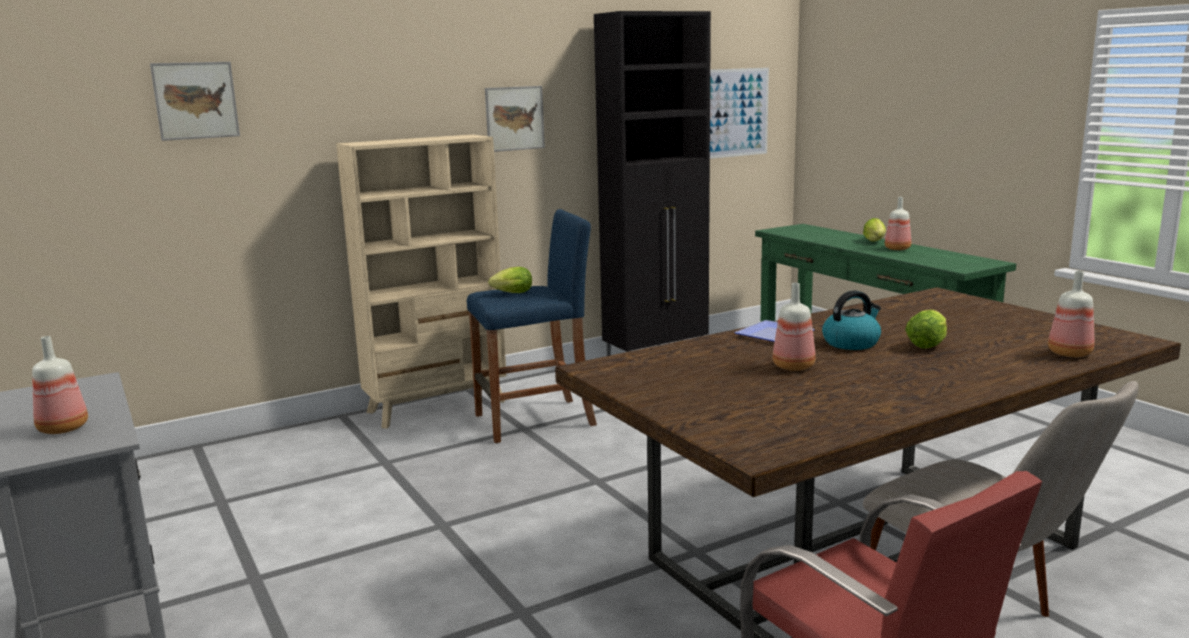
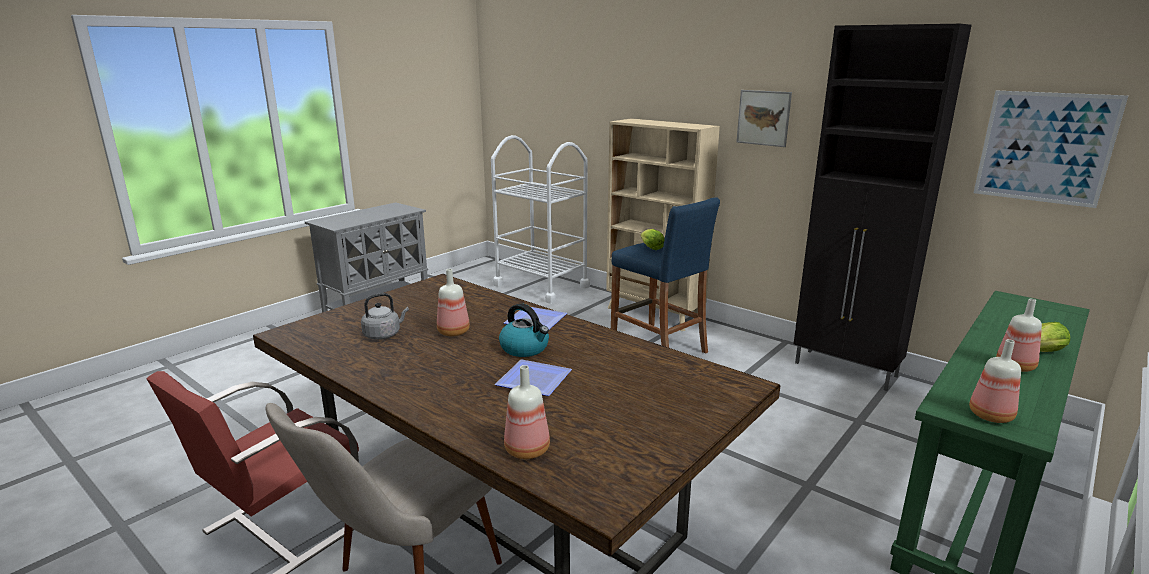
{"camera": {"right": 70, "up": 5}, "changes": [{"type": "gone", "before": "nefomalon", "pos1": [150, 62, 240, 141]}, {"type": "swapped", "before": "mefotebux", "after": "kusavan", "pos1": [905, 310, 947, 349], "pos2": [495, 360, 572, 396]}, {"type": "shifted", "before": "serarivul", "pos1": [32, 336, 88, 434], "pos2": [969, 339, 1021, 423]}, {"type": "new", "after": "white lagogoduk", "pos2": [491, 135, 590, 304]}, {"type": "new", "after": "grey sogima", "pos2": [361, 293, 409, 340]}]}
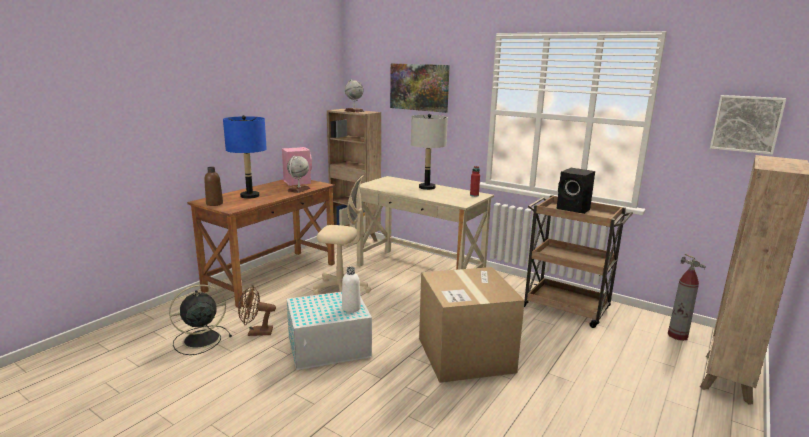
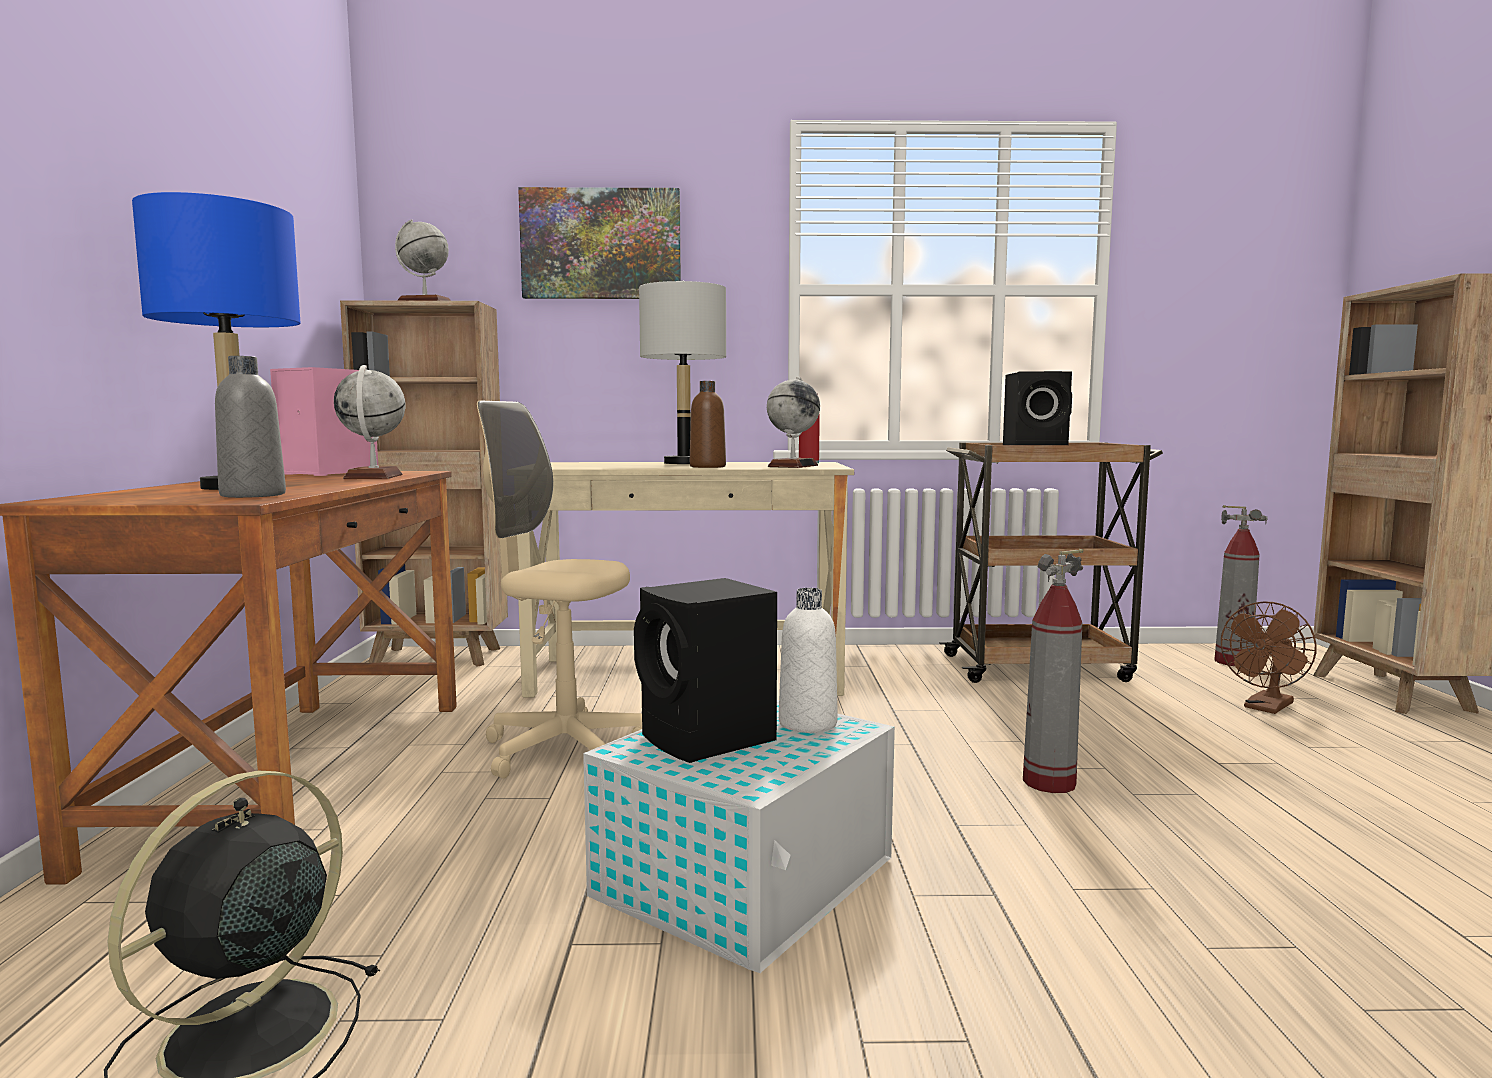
{"camera": {"right": -35, "up": -10}, "changes": [{"type": "gone", "before": "nefomalon", "pos1": [710, 95, 786, 155]}, {"type": "shifted", "before": "brown serarivul", "pos1": [204, 167, 223, 206], "pos2": [690, 381, 726, 468]}, {"type": "rotated", "before": "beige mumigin", "pos1": [313, 175, 371, 295], "pos2": [477, 401, 642, 779], "turn": -135}, {"type": "swapped", "before": "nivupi", "after": "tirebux", "pos1": [419, 267, 525, 383], "pos2": [1023, 549, 1083, 793]}, {"type": "shifted", "before": "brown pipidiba", "pos1": [238, 285, 276, 336], "pos2": [1221, 601, 1317, 714]}, {"type": "new", "after": "grey serarivul", "pos2": [215, 356, 286, 498]}, {"type": "new", "after": "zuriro", "pos2": [767, 377, 820, 468]}, {"type": "new", "after": "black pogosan", "pos2": [634, 578, 777, 763]}]}
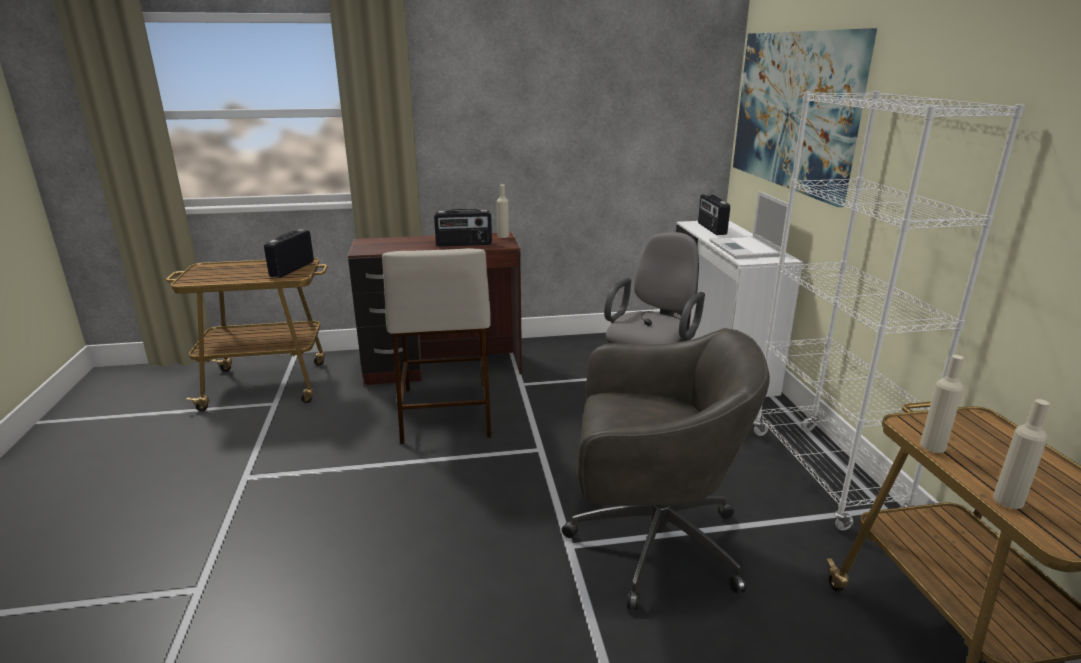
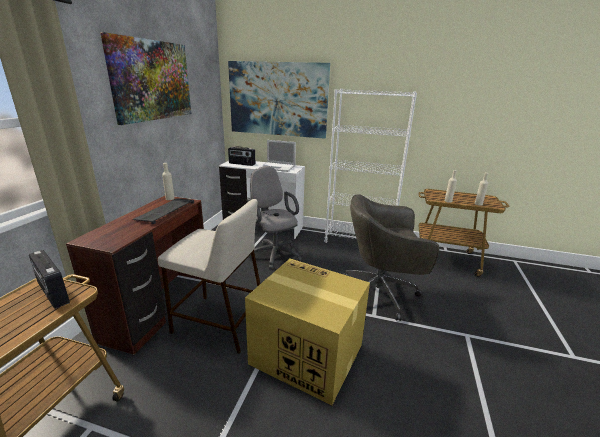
{"camera": {"right": -65, "up": 0}, "changes": [{"type": "swapped", "before": "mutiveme", "after": "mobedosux", "pos1": [434, 209, 492, 247], "pos2": [133, 199, 194, 224]}, {"type": "rotated", "before": "grey mumigin", "pos1": [561, 328, 770, 610], "pos2": [342, 194, 439, 321], "turn": -120}, {"type": "new", "after": "nefomalon", "pos2": [100, 32, 191, 125]}, {"type": "new", "after": "nivupi", "pos2": [245, 259, 370, 405]}]}
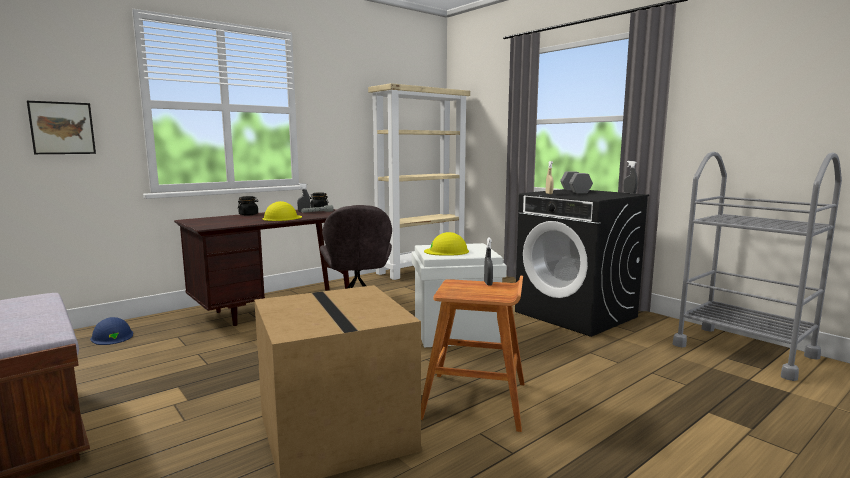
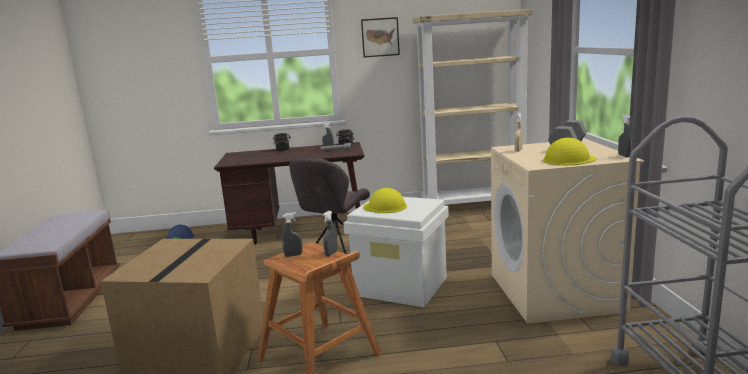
{"camera": {"right": 35, "up": 5}, "changes": [{"type": "shifted", "before": "nefomalon", "pos1": [27, 101, 96, 154], "pos2": [361, 17, 400, 57]}, {"type": "repainted", "before": "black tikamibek", "after": "beige tikamibek", "pos1": [515, 189, 649, 337], "pos2": [491, 139, 644, 324]}, {"type": "shifted", "before": "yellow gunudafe", "pos1": [263, 201, 302, 221], "pos2": [543, 137, 596, 165]}, {"type": "new", "after": "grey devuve", "pos2": [282, 212, 303, 257]}]}
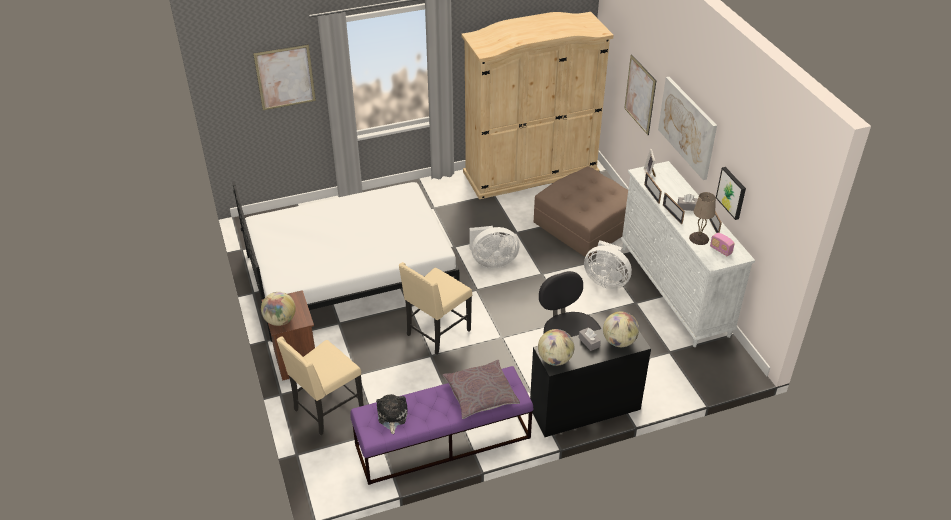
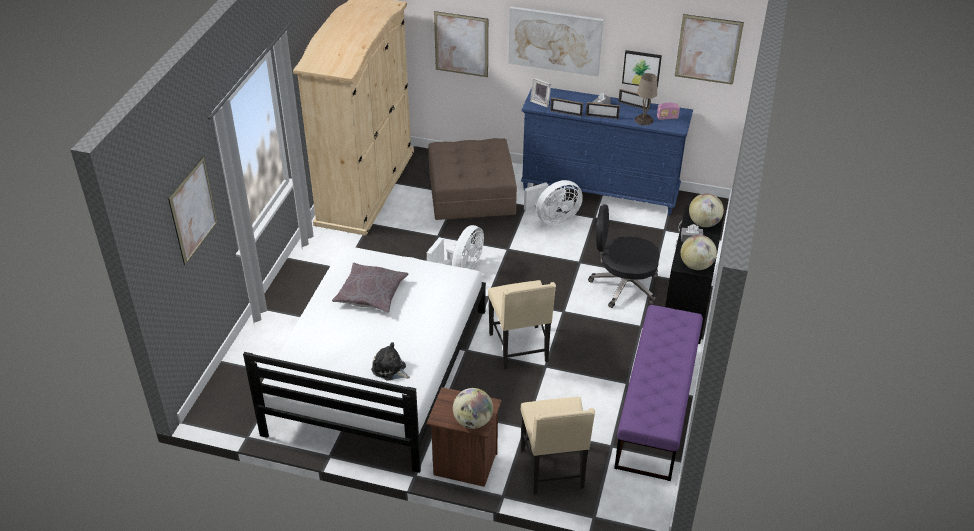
{"camera": {"right": -55, "up": 0}, "changes": [{"type": "repainted", "before": "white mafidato", "after": "blue mafidato", "pos1": [620, 161, 755, 347], "pos2": [521, 88, 693, 216]}, {"type": "shifted", "before": "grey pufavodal", "pos1": [443, 360, 520, 419], "pos2": [332, 263, 408, 313]}, {"type": "shifted", "before": "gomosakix", "pos1": [376, 394, 408, 434], "pos2": [371, 342, 410, 381]}, {"type": "new", "after": "nefomalon", "pos2": [675, 14, 744, 85]}]}
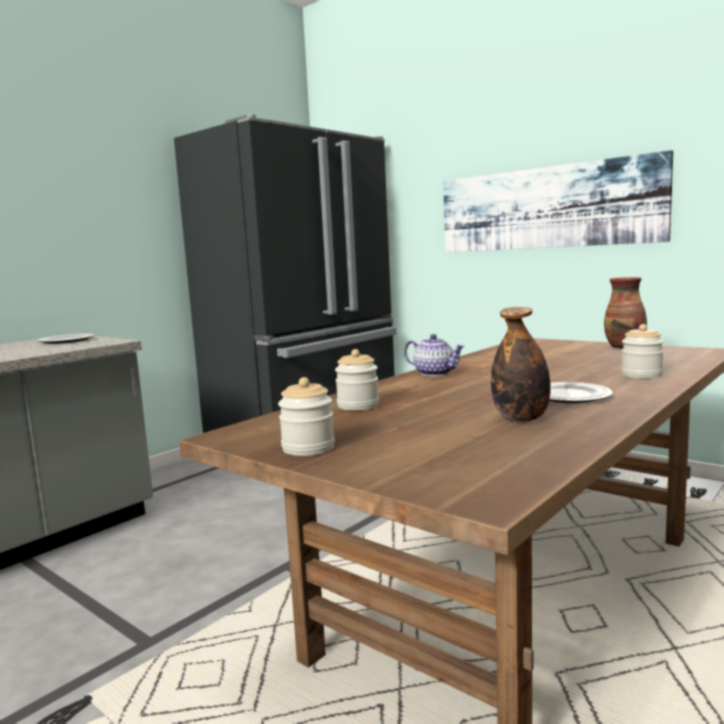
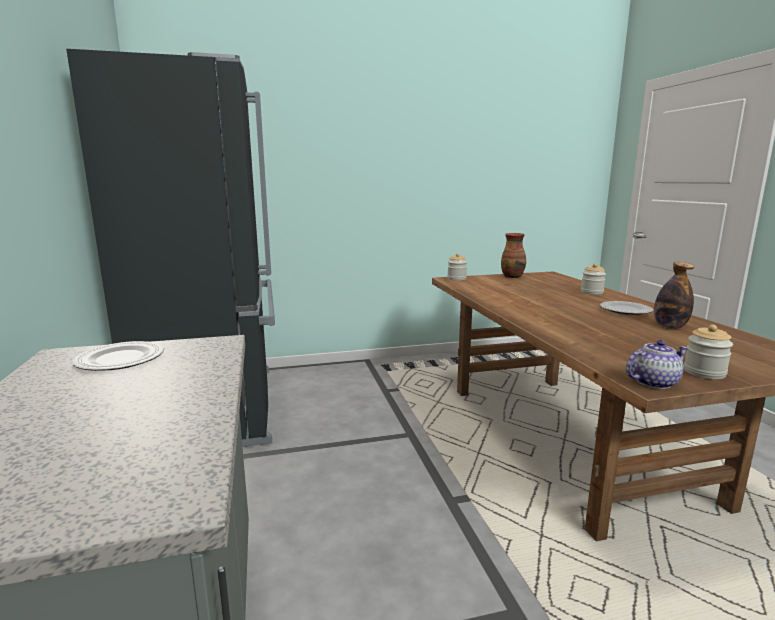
{"camera": {"right": -55, "up": 5}, "changes": [{"type": "gone", "before": "nefomalon", "pos1": [443, 150, 673, 252]}, {"type": "shifted", "before": "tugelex", "pos1": [404, 334, 465, 376], "pos2": [626, 340, 689, 389]}, {"type": "shifted", "before": "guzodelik", "pos1": [335, 349, 379, 411], "pos2": [447, 253, 467, 281]}]}
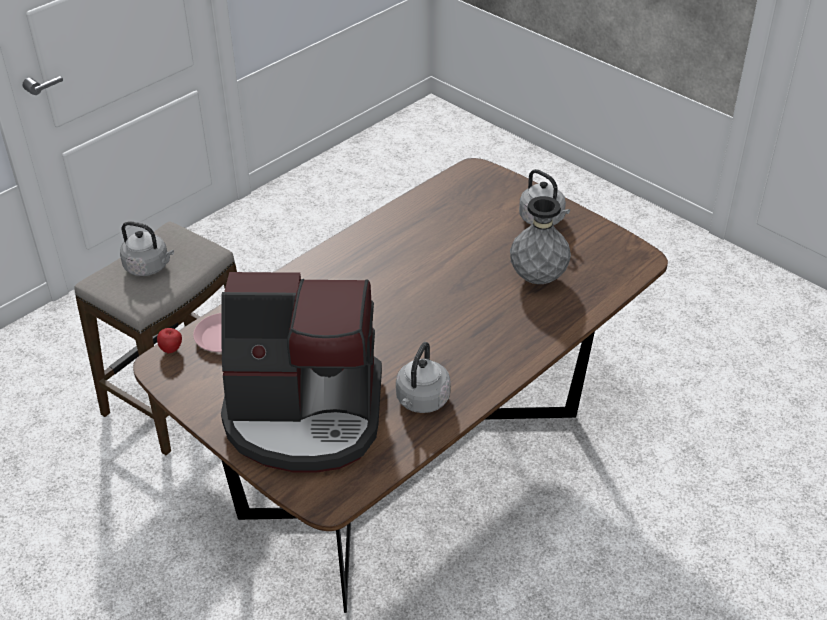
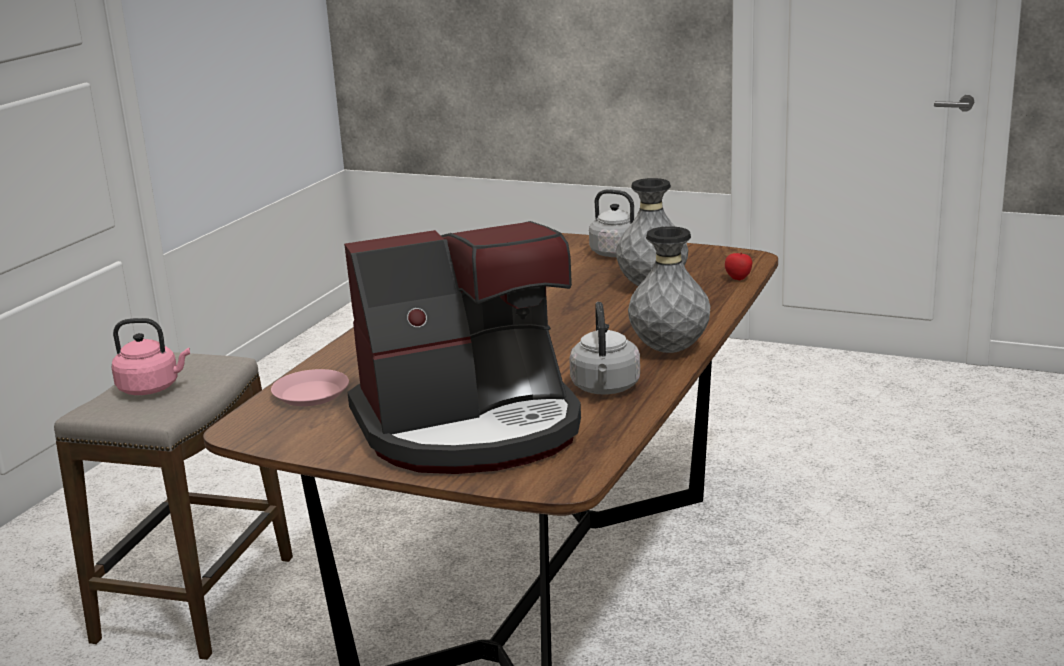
{"camera": {"right": -20, "up": -20}, "changes": [{"type": "repainted", "before": "grey sogima", "after": "pink sogima", "pos1": [120, 221, 174, 276], "pos2": [111, 318, 190, 395]}, {"type": "shifted", "before": "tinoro", "pos1": [157, 328, 182, 353], "pos2": [725, 252, 752, 280]}, {"type": "new", "after": "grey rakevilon", "pos2": [628, 226, 710, 353]}]}
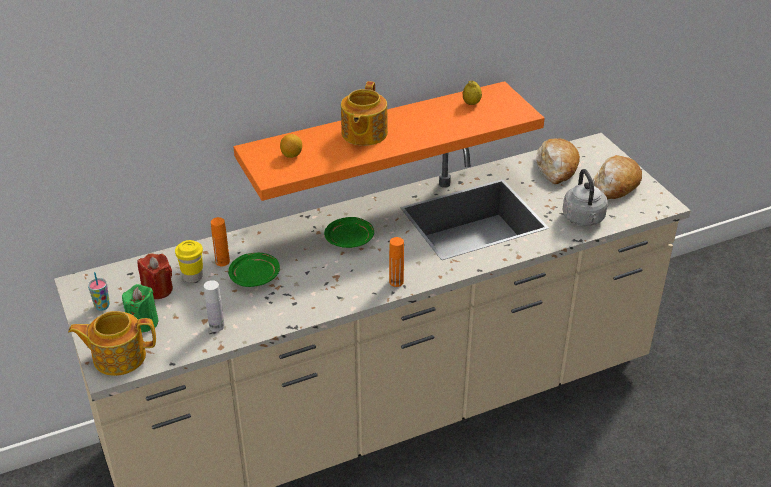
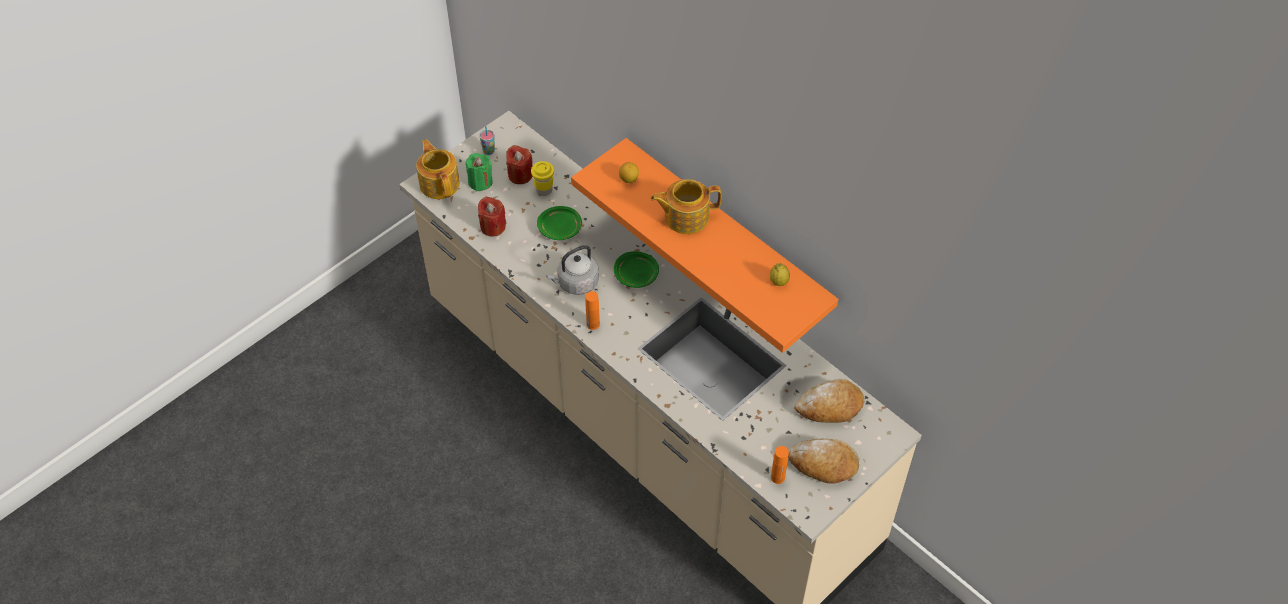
{"camera": {"right": 70, "up": 15}, "changes": [{"type": "shifted", "before": "grey sogima", "pos1": [562, 169, 608, 226], "pos2": [546, 245, 599, 295]}, {"type": "shifted", "before": "orange serarivul", "pos1": [211, 217, 230, 266], "pos2": [771, 446, 789, 484]}, {"type": "swapped", "before": "white serarivul", "after": "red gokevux", "pos1": [204, 280, 225, 332], "pos2": [478, 197, 506, 236]}]}
